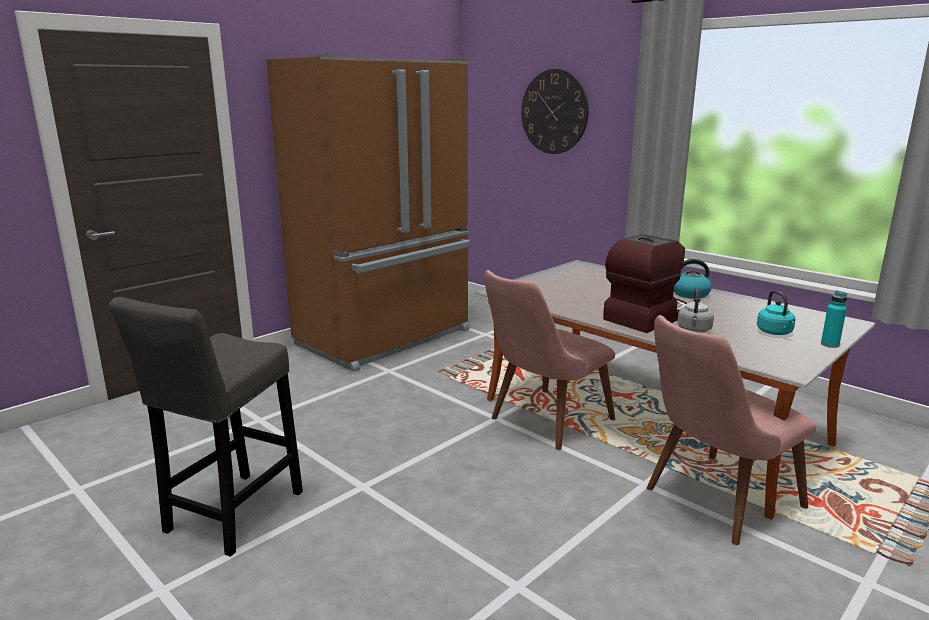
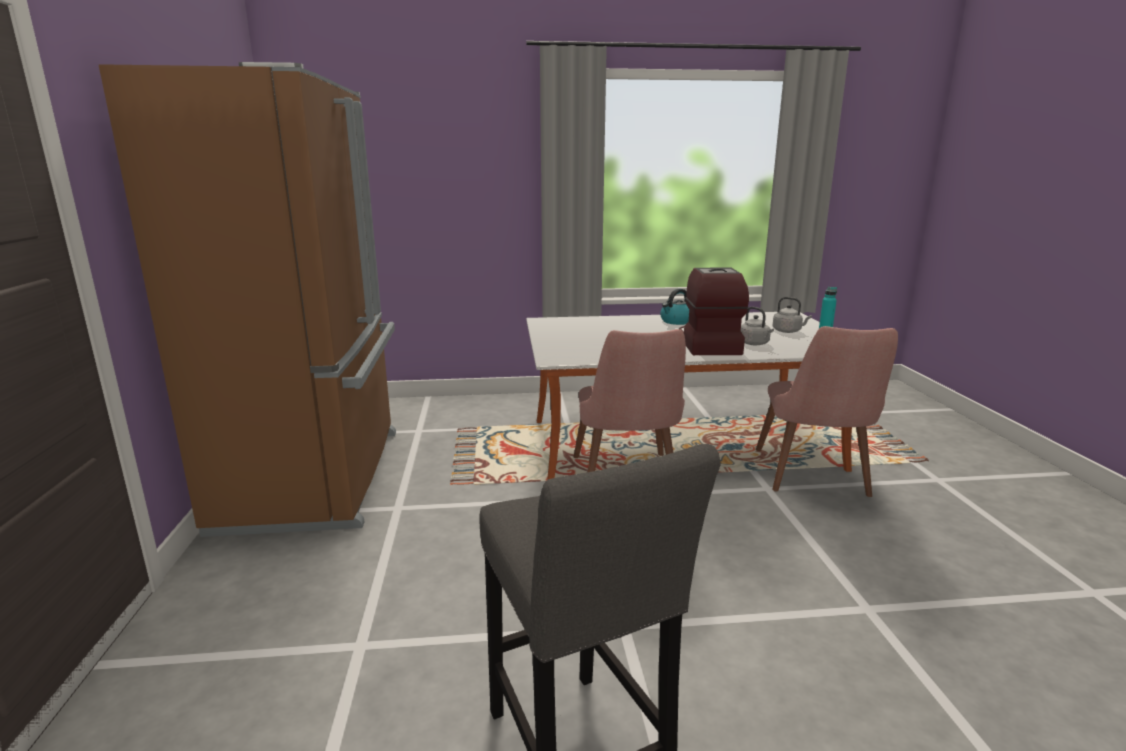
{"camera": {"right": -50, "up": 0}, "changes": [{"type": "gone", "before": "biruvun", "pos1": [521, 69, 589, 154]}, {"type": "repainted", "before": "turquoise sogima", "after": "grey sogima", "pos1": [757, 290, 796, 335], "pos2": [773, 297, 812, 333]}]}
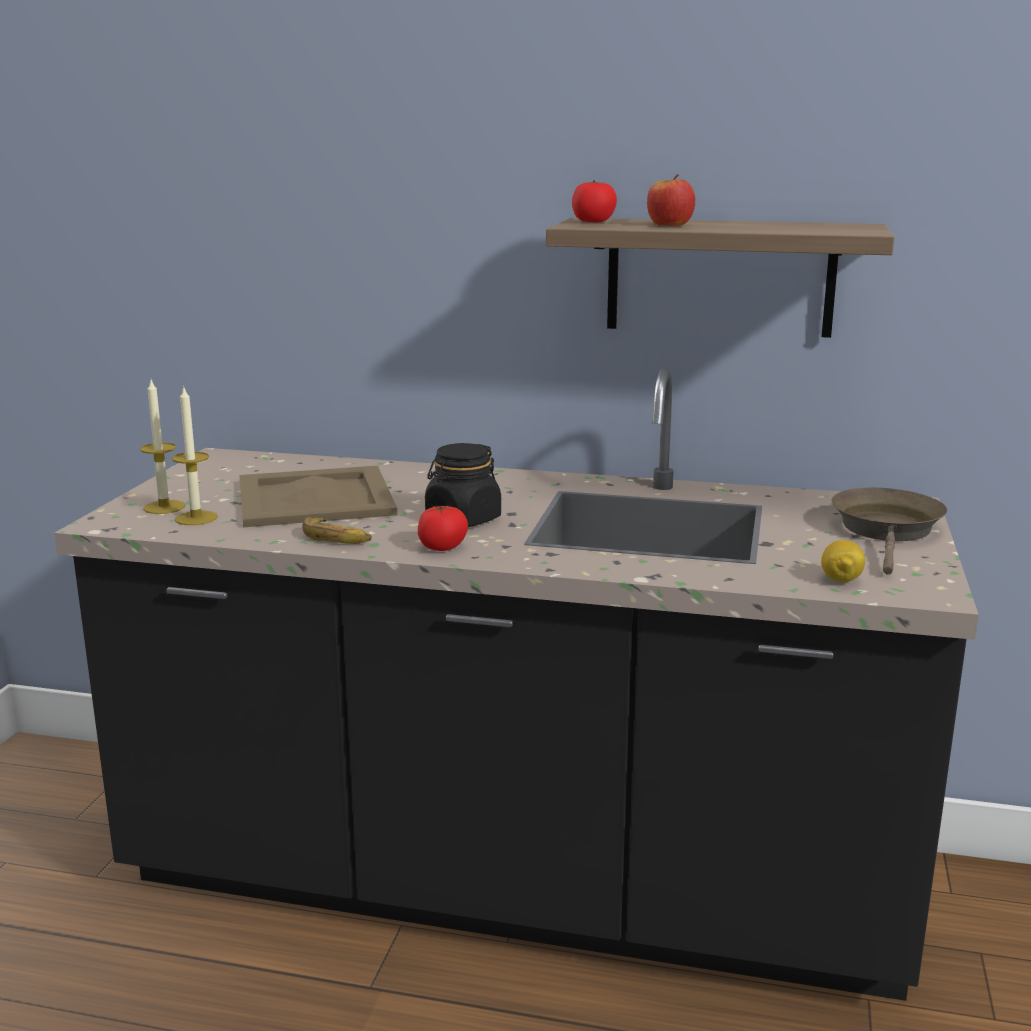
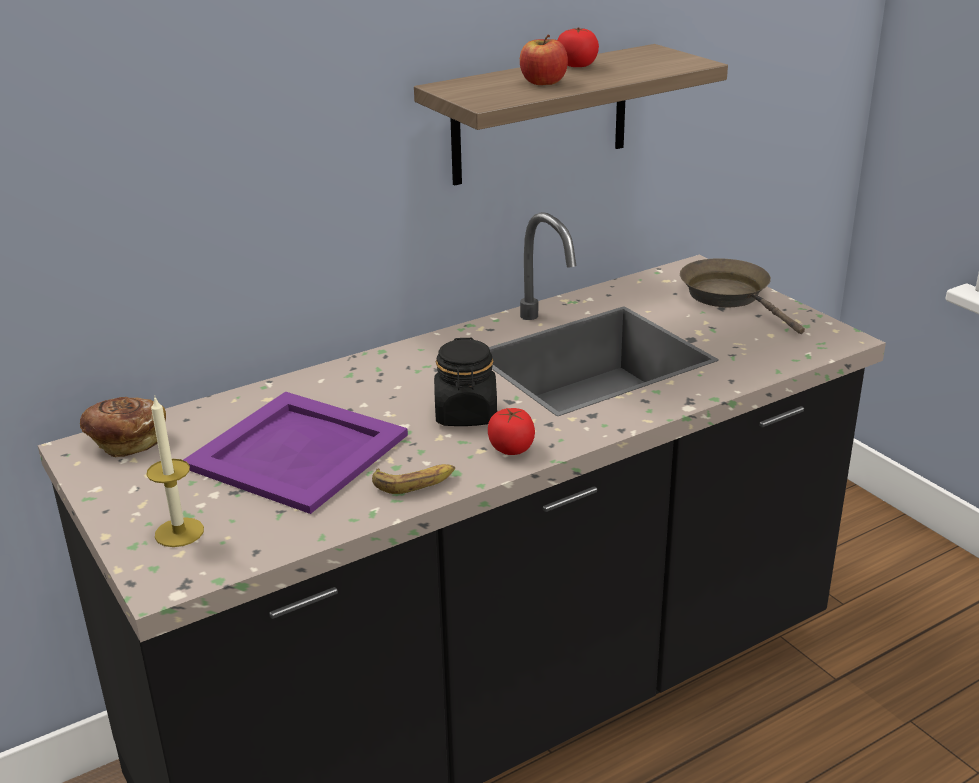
{"camera": {"right": -45, "up": 10}, "changes": [{"type": "shifted", "before": "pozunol", "pos1": [572, 180, 617, 223], "pos2": [557, 28, 599, 67]}, {"type": "gone", "before": "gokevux", "pos1": [172, 386, 218, 525]}, {"type": "repainted", "before": "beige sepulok", "after": "purple sepulok", "pos1": [239, 466, 397, 527], "pos2": [183, 391, 408, 514]}, {"type": "gone", "before": "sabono", "pos1": [821, 540, 865, 582]}, {"type": "new", "after": "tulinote", "pos2": [80, 397, 166, 457]}]}
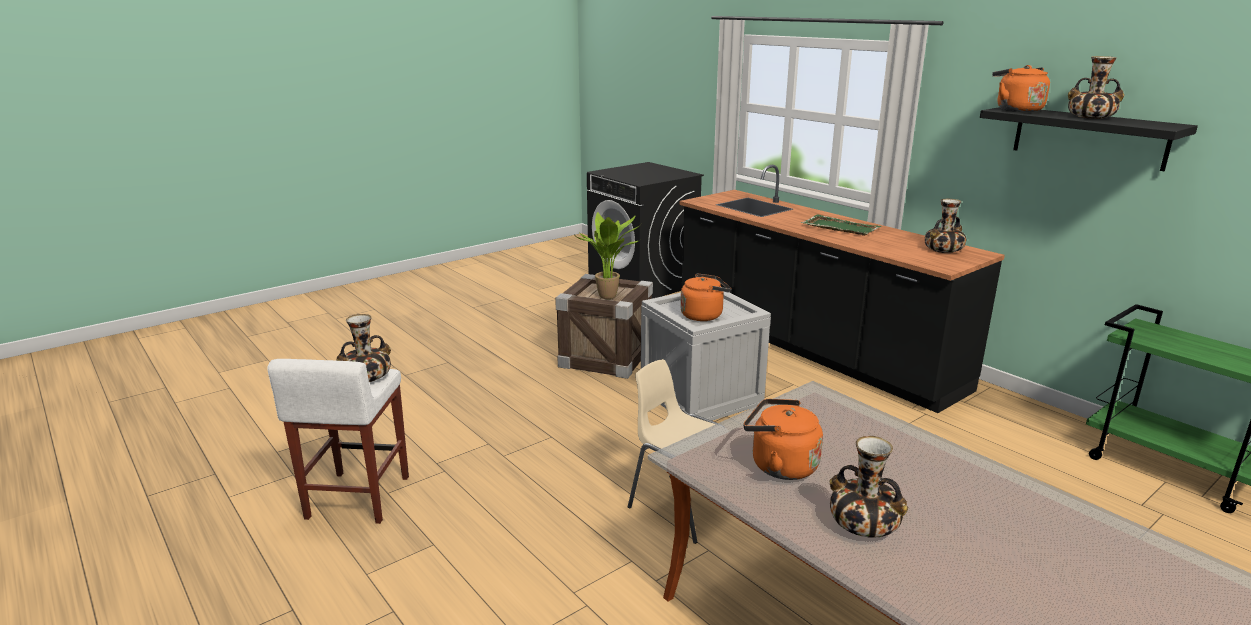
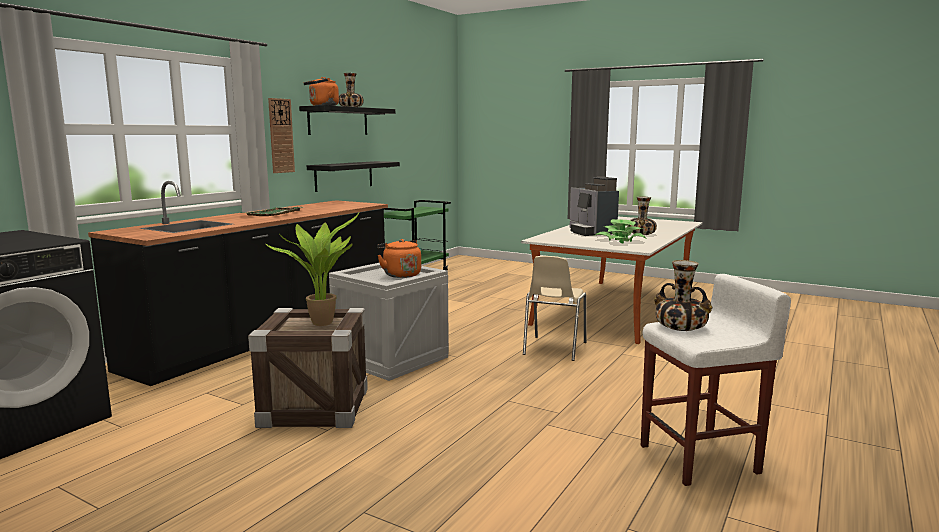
{"camera": {"right": -110, "up": -10}, "changes": [{"type": "gone", "before": "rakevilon", "pos1": [924, 199, 966, 253]}, {"type": "swapped", "before": "orange sogima", "after": "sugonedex", "pos1": [743, 399, 823, 480], "pos2": [594, 219, 647, 243]}, {"type": "new", "after": "biruvun", "pos2": [268, 98, 295, 173]}, {"type": "new", "after": "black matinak", "pos2": [307, 161, 400, 192]}, {"type": "new", "after": "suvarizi", "pos2": [569, 177, 619, 236]}]}
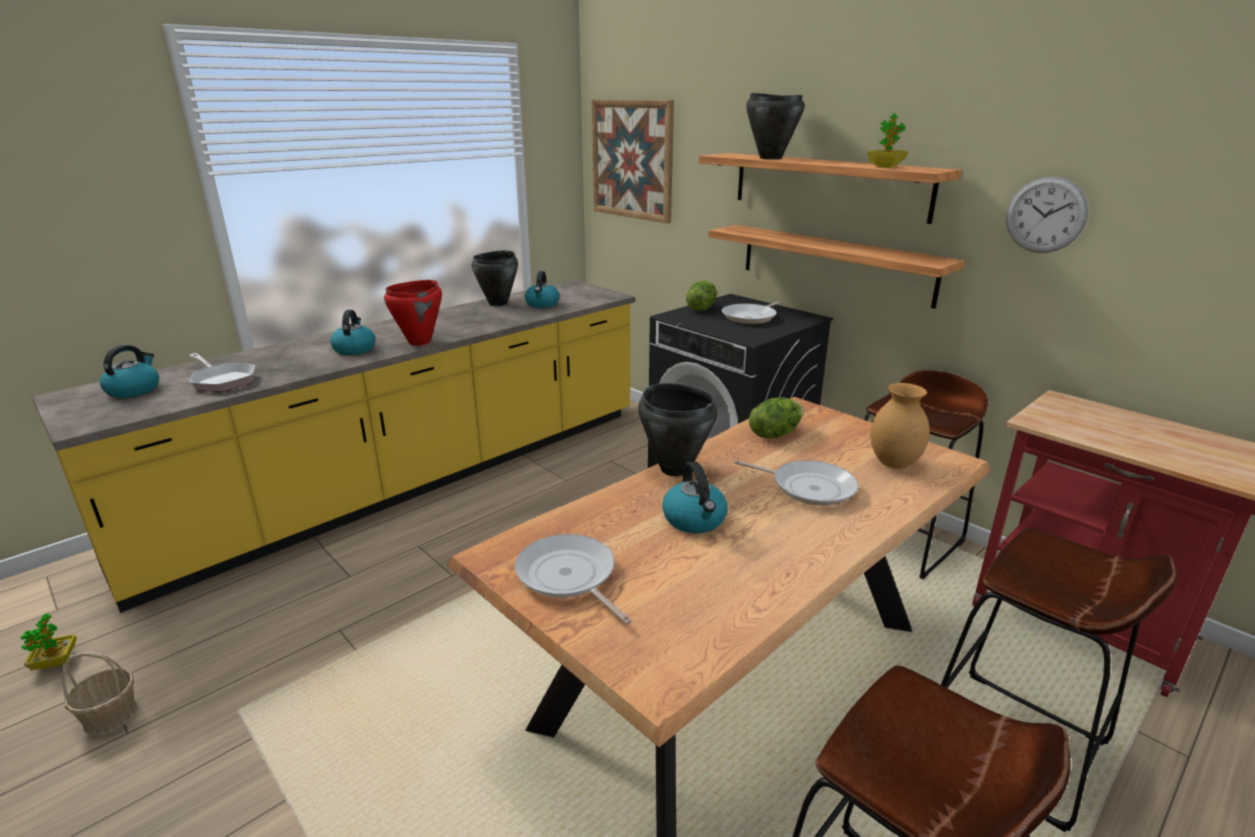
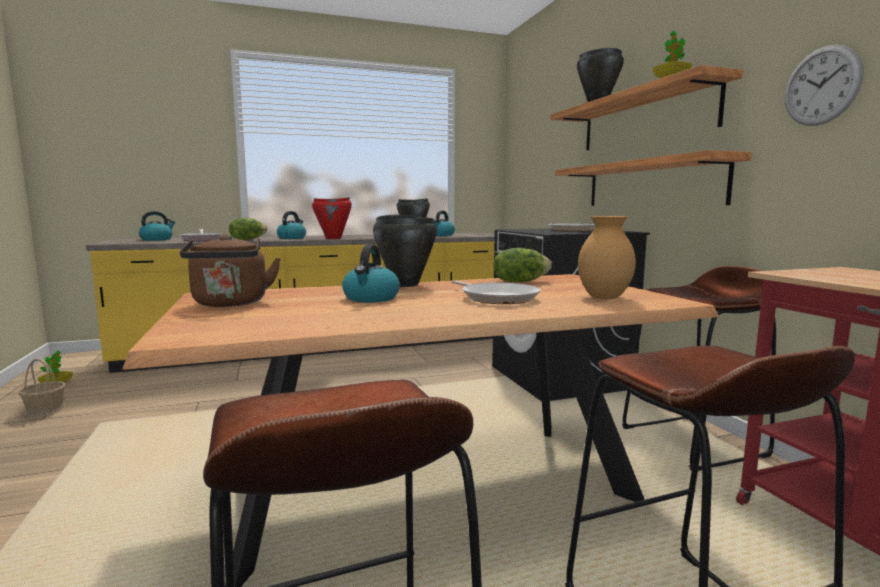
{"camera": {"right": 25, "up": -15}, "changes": [{"type": "gone", "before": "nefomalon", "pos1": [592, 100, 674, 223]}, {"type": "shifted", "before": "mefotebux", "pos1": [686, 281, 717, 311], "pos2": [229, 218, 267, 240]}, {"type": "swapped", "before": "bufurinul", "after": "brown sogima", "pos1": [515, 534, 632, 625], "pos2": [180, 234, 281, 307]}]}
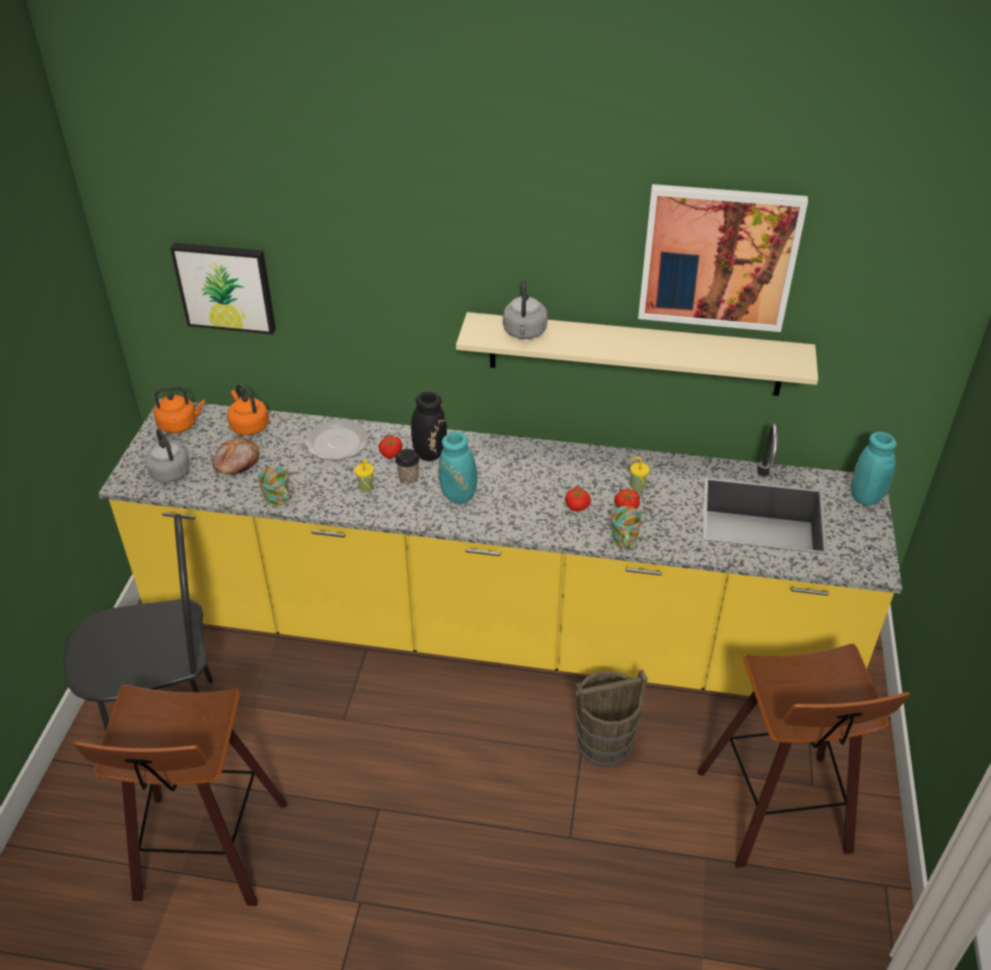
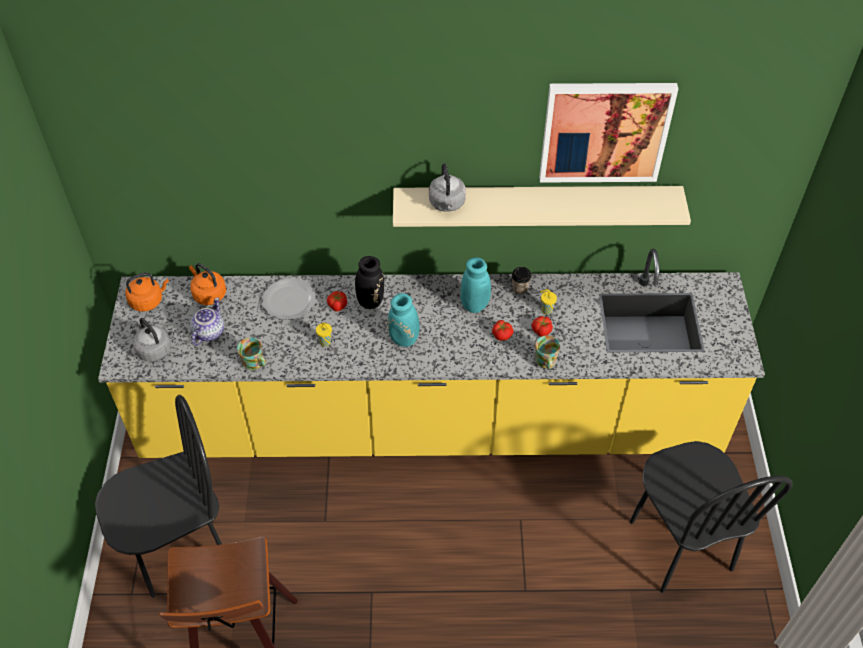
{"camera": {"right": -10, "up": 10}, "changes": [{"type": "gone", "before": "nefomalon", "pos1": [170, 243, 276, 334]}, {"type": "shifted", "before": "turquoise rakevilon", "pos1": [851, 432, 897, 505], "pos2": [460, 257, 491, 313]}, {"type": "swapped", "before": "tulinote", "after": "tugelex", "pos1": [212, 437, 259, 474], "pos2": [190, 298, 224, 346]}, {"type": "shifted", "before": "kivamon", "pos1": [395, 449, 420, 485], "pos2": [511, 267, 532, 295]}, {"type": "swapped", "before": "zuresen", "after": "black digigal", "pos1": [697, 643, 910, 868], "pos2": [630, 441, 793, 593]}, {"type": "gone", "before": "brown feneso", "pos1": [575, 669, 648, 767]}]}
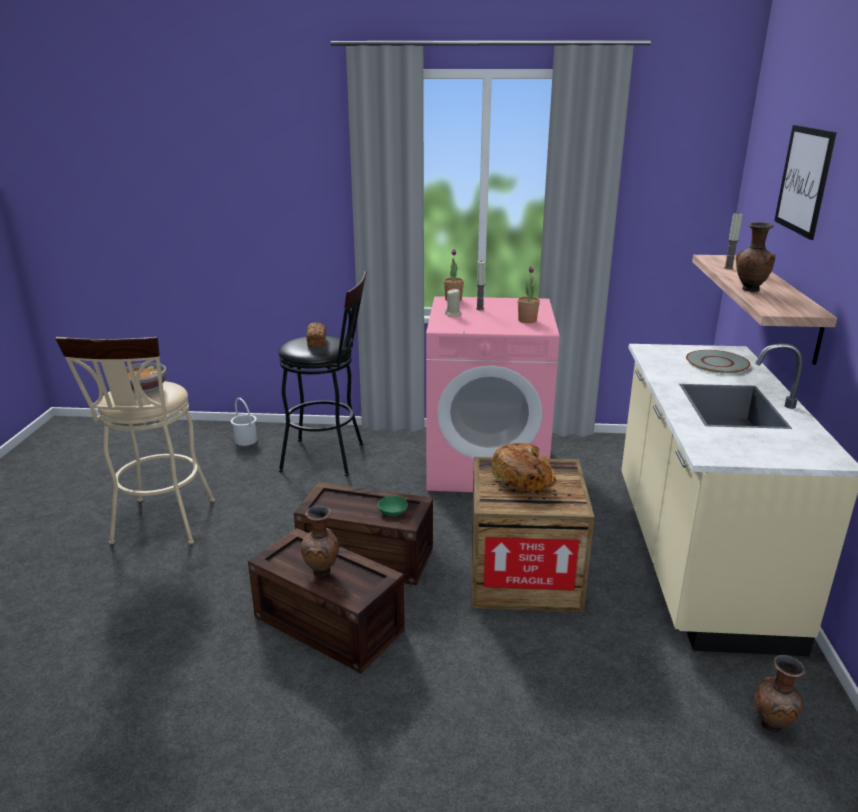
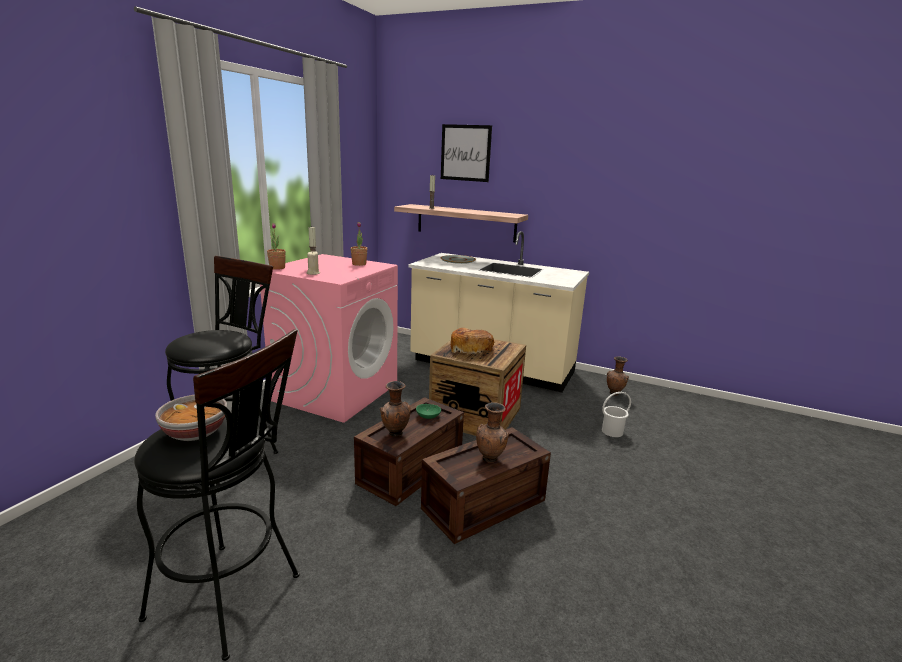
{"camera": {"right": -70, "up": -5}, "changes": [{"type": "shifted", "before": "brown rakevilon", "pos1": [736, 222, 775, 292], "pos2": [380, 381, 411, 437]}, {"type": "gone", "before": "tulinote", "pos1": [306, 322, 326, 348]}, {"type": "repainted", "before": "beige zuresen", "after": "black zuresen", "pos1": [55, 337, 215, 544], "pos2": [134, 329, 299, 661]}, {"type": "shifted", "before": "white feneso", "pos1": [231, 398, 257, 446], "pos2": [602, 392, 631, 437]}]}
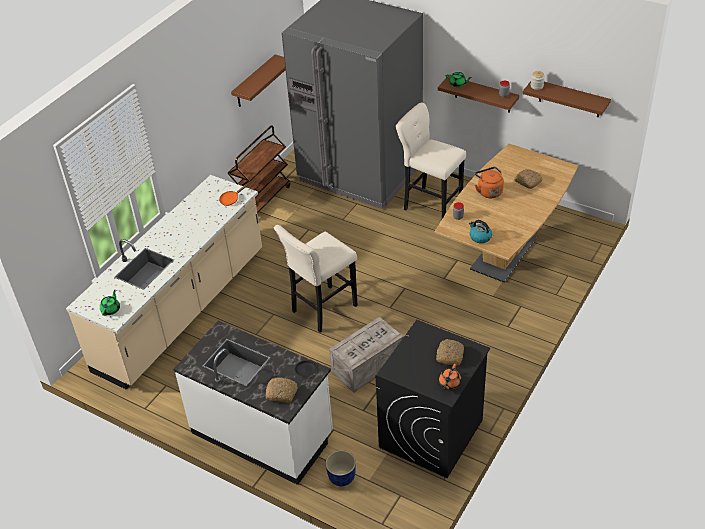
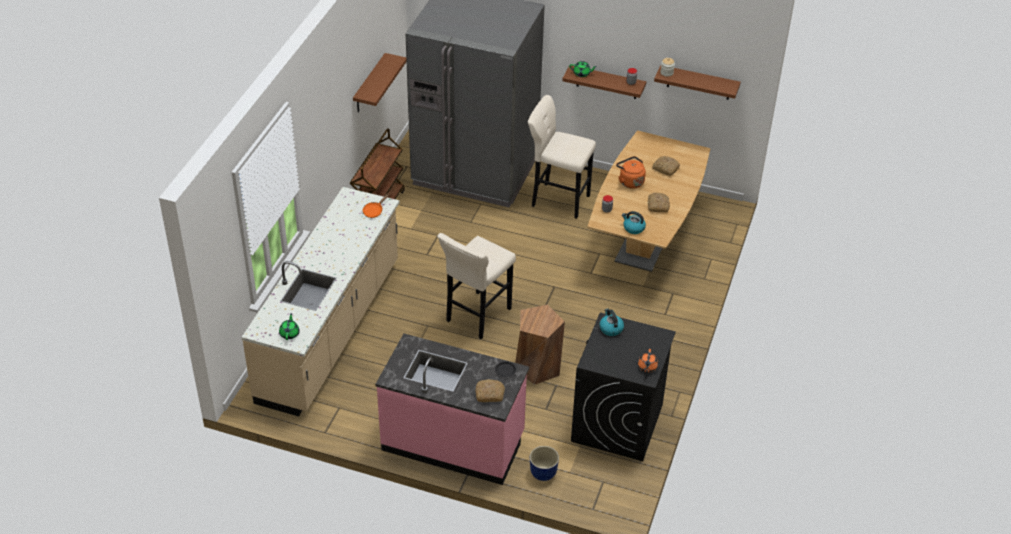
{"camera": {"right": -15, "up": 0}, "changes": [{"type": "swapped", "before": "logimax", "after": "brown zuresen", "pos1": [329, 317, 403, 393], "pos2": [515, 305, 565, 385]}, {"type": "repainted", "before": "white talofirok", "after": "pink talofirok", "pos1": [173, 321, 333, 485], "pos2": [375, 334, 529, 485]}, {"type": "shifted", "before": "tulinote", "pos1": [436, 339, 464, 366], "pos2": [648, 193, 670, 212]}, {"type": "new", "after": "sogima", "pos2": [600, 309, 624, 336]}]}
